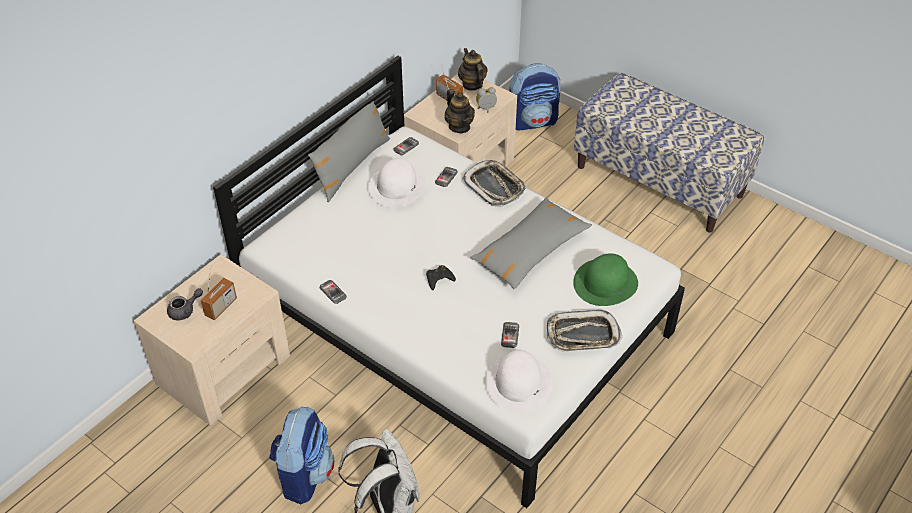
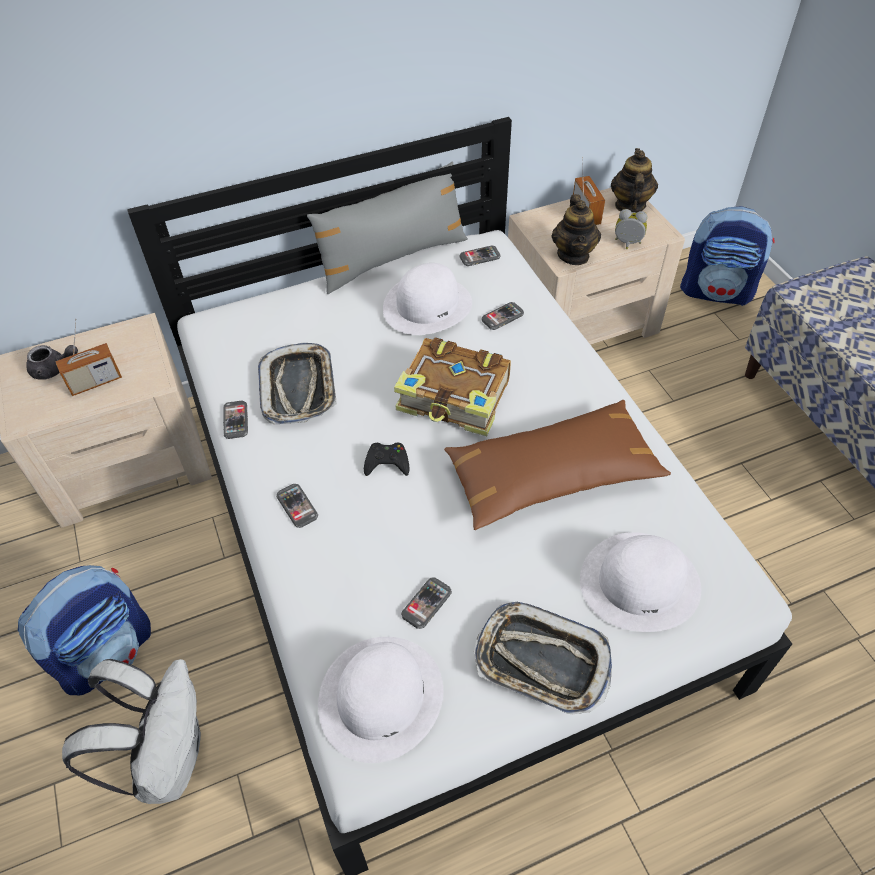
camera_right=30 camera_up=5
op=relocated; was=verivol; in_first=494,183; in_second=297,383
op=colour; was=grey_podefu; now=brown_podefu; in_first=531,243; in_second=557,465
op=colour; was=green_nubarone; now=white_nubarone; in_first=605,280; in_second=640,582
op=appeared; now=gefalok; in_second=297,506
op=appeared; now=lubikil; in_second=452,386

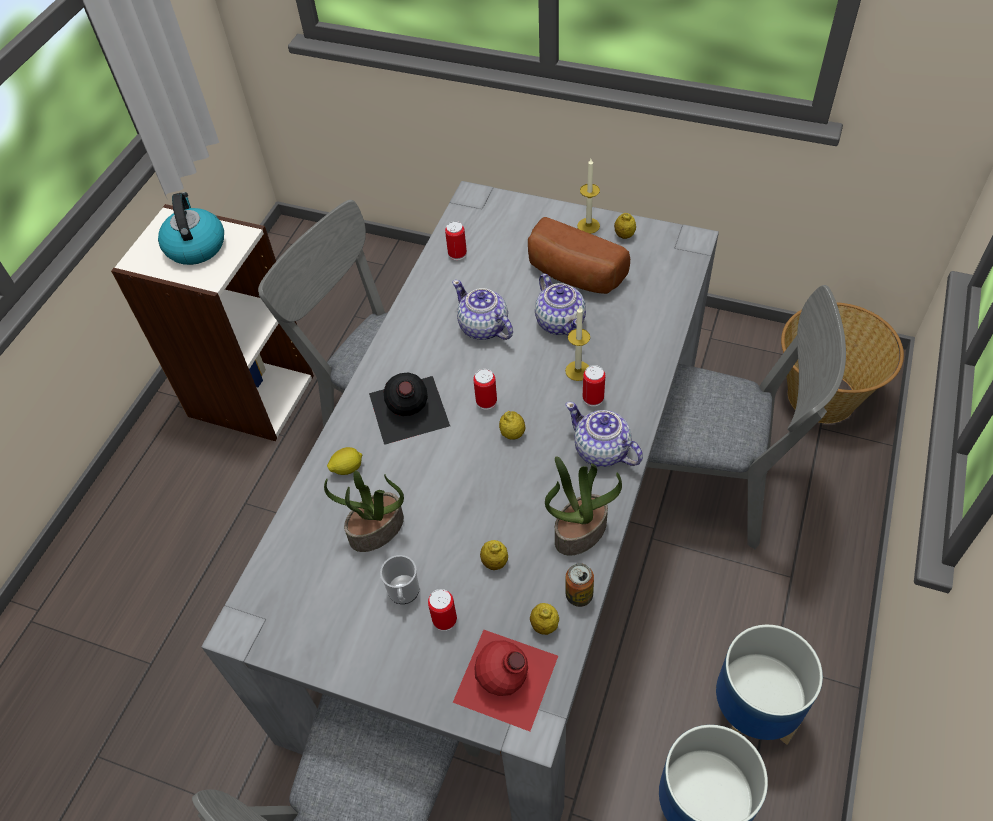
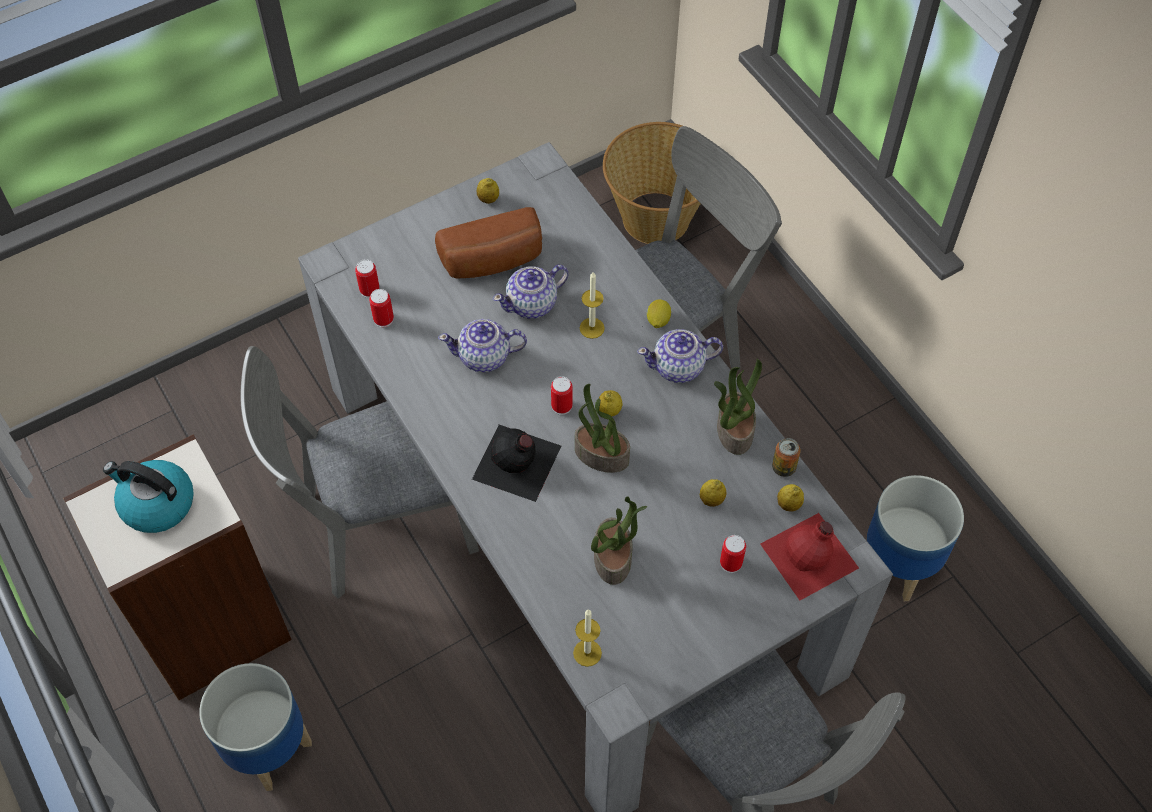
camera_right=-55 camera_up=5
op=relocated; was=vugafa; in_first=344,461; in_second=659,313
op=missing; was=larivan; in_first=400,579
op=spun; was=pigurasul; in_first=560,304; in_second=531,291; clockwise=135
op=relocated; was=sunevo; in_first=588,196; in_second=587,638
op=relocated; was=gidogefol; in_first=594,386; in_second=367,278
op=relocated; was=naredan; in_first=769,684; in_second=255,727
op=appeared; now=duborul; in_second=602,428

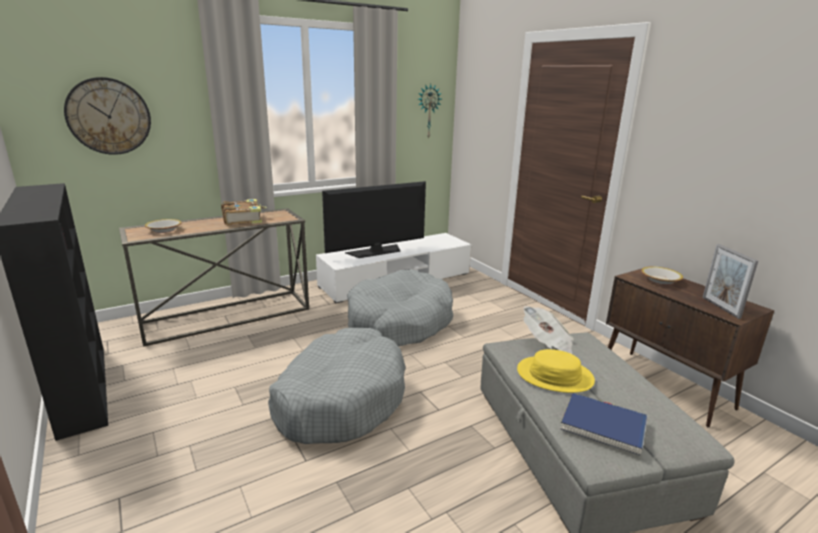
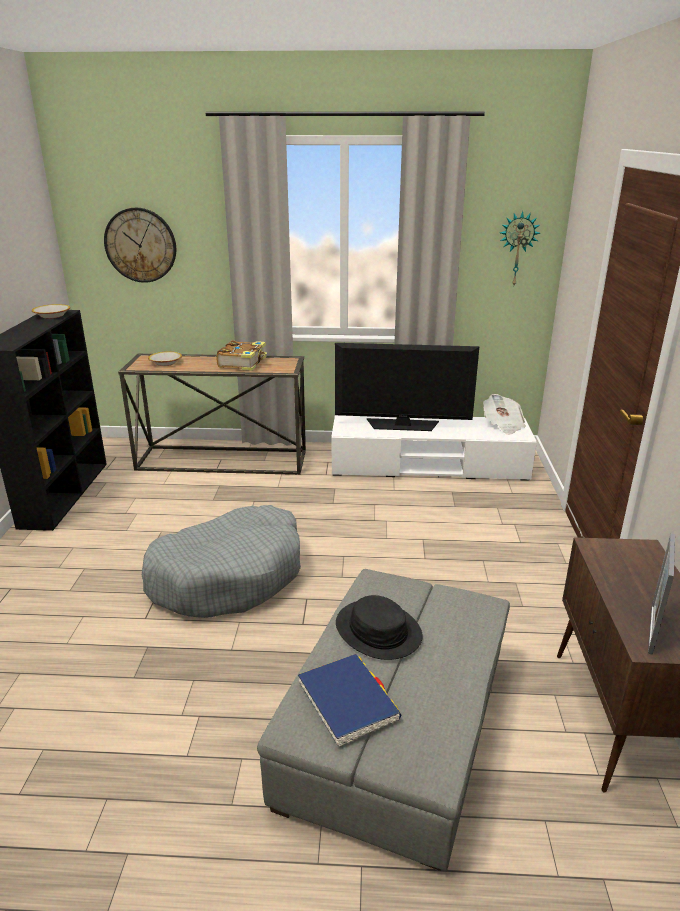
camera_right=35 camera_up=5
op=missing; was=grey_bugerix; in_first=400,307
op=colour; was=yellow_nubarone; now=black_nubarone; in_first=556,371; in_second=379,627
op=relocated; was=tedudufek; in_first=548,330; in_second=504,414
op=relocated; was=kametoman; in_first=662,275; in_second=51,311

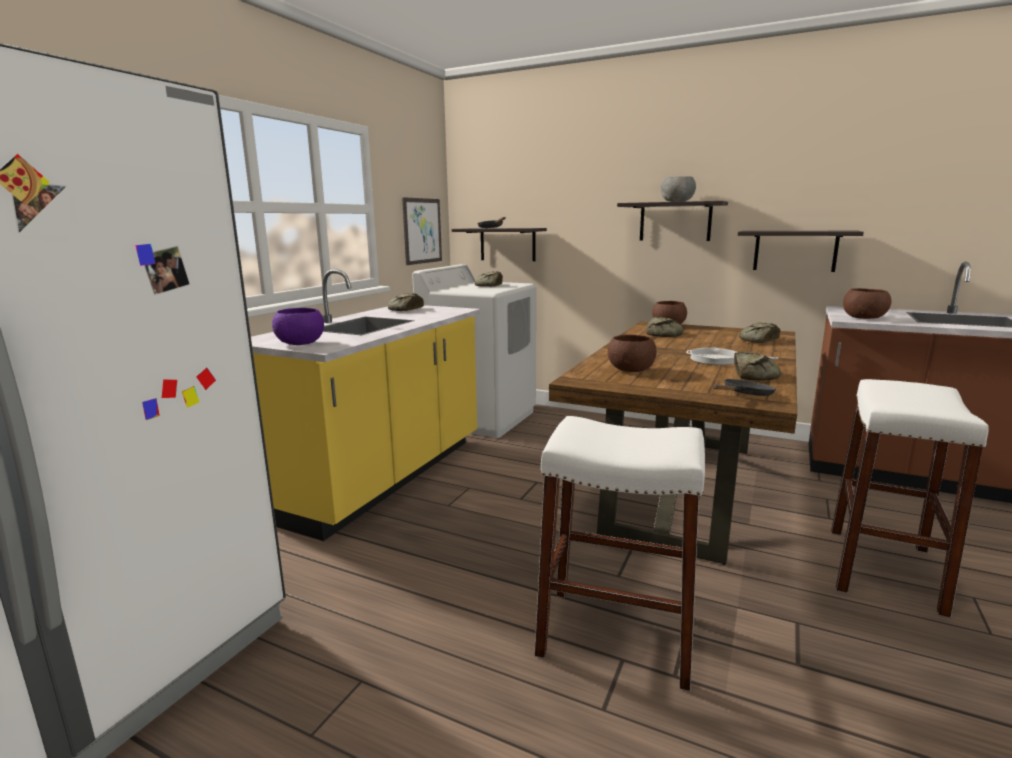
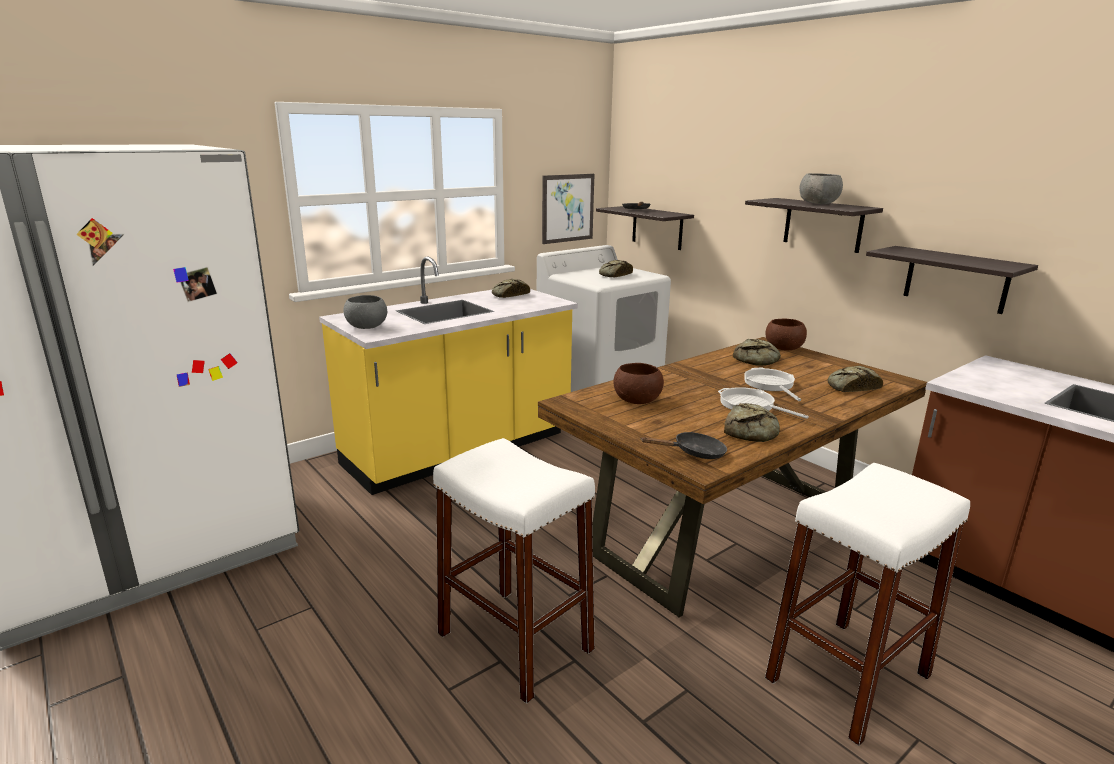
camera_right=25 camera_up=5
op=colour; was=purple_kametoman; now=grey_kametoman; in_first=298,326; in_second=365,312
op=missing; was=brown_kametoman; in_first=867,303
op=appeared; now=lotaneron; in_second=772,384

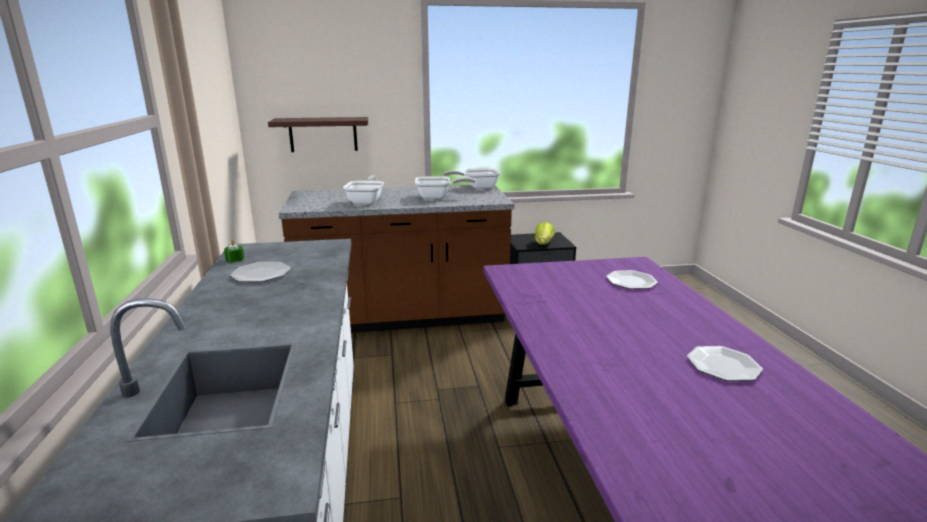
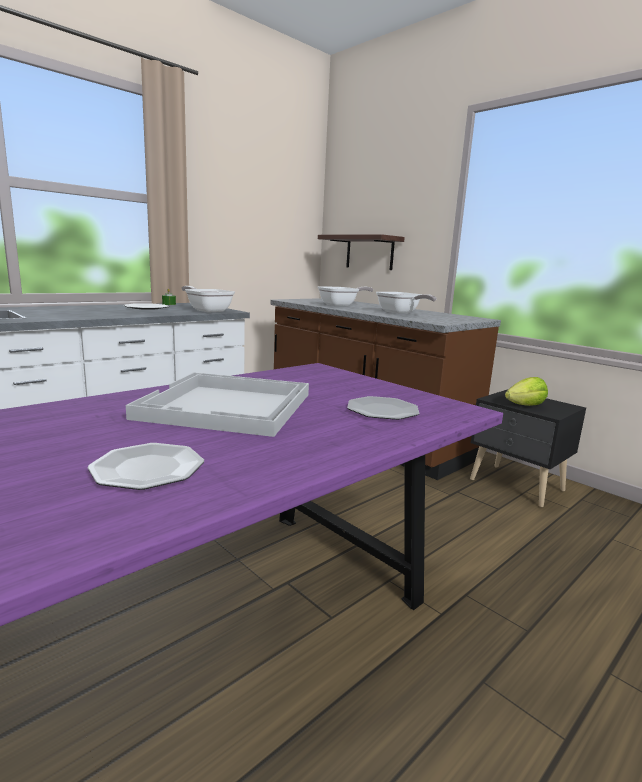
camera_right=55 camera_up=-5
op=relocated; was=lotaneron; in_first=471,178; in_second=208,299
op=appeared; now=white_verivol; in_second=217,404

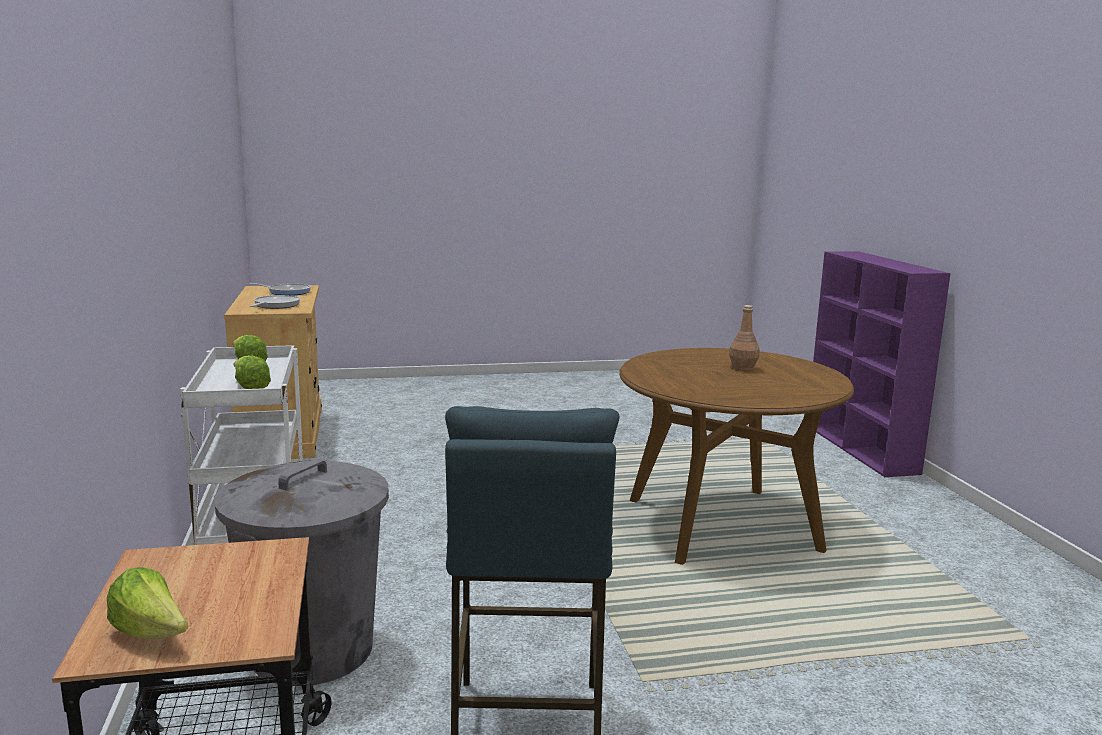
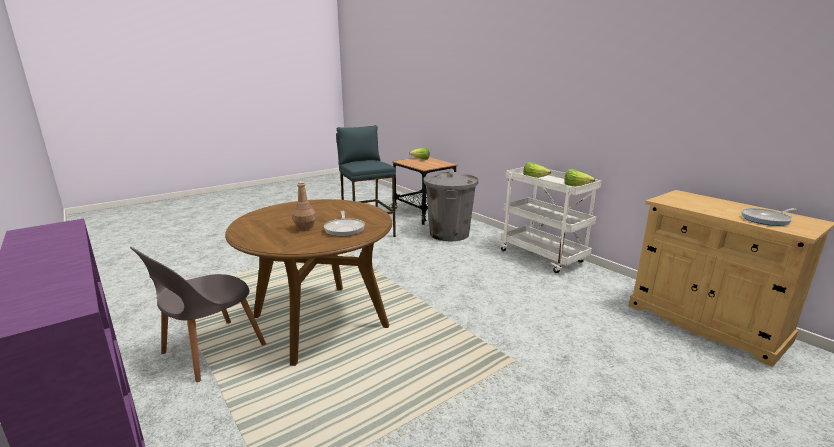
camera_right=155 camera_up=5
op=relocated; was=lotaneron; in_first=275,302; in_second=344,223
op=appeared; now=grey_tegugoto; in_second=198,314

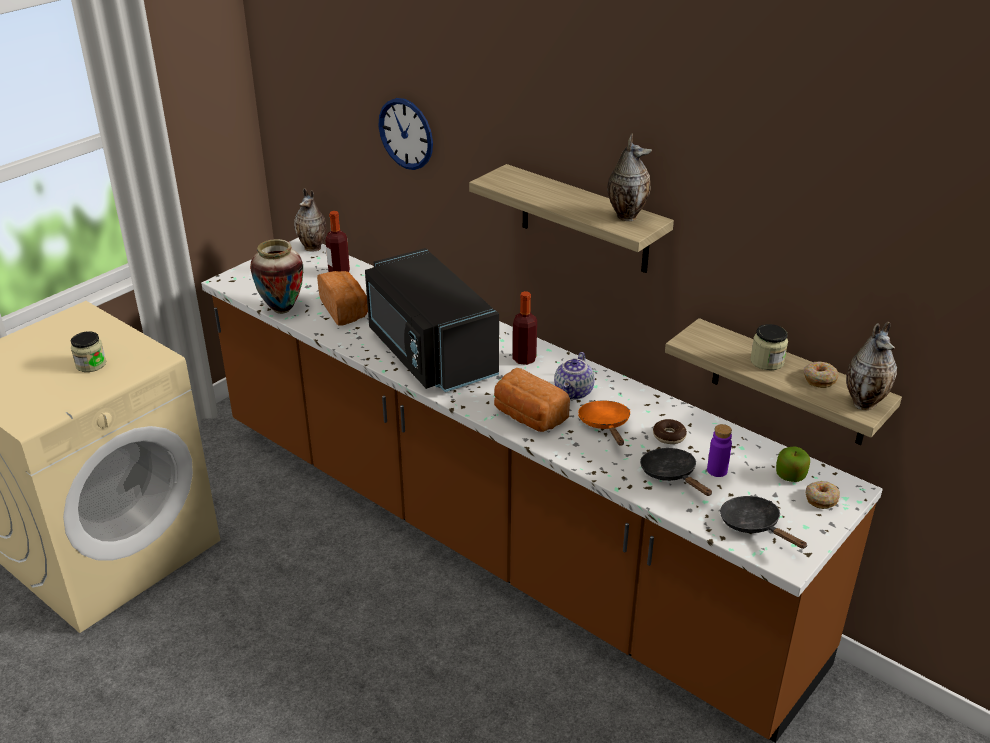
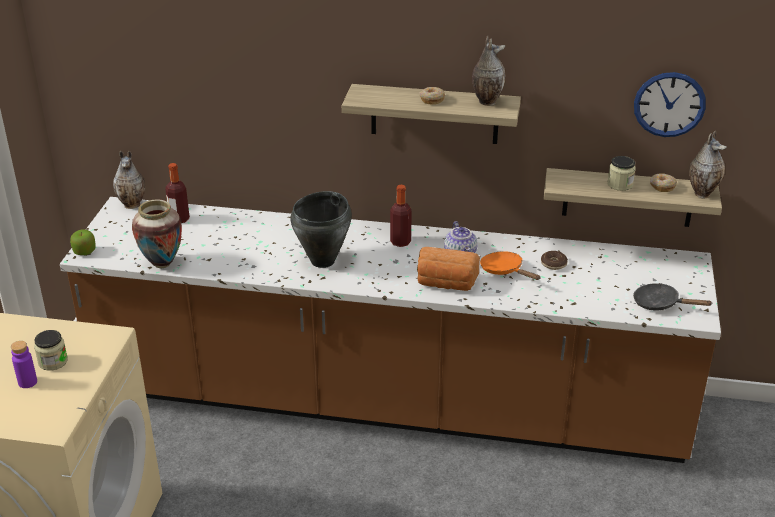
camera_right=-30 camera_up=0
op=missing; was=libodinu; in_first=342,298
op=exchanged; was=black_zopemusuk; now=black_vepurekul; in_first=432,320; in_second=321,229
op=relocated; was=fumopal; in_first=405,134; in_second=670,104
op=missing; was=black_lotaneron; in_first=676,472
op=relocated; was=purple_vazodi; in_first=719,450; in_second=24,364
op=relocated; was=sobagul; in_first=793,464; in_second=83,242
op=relocated; was=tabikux; in_first=823,495; in_second=432,96

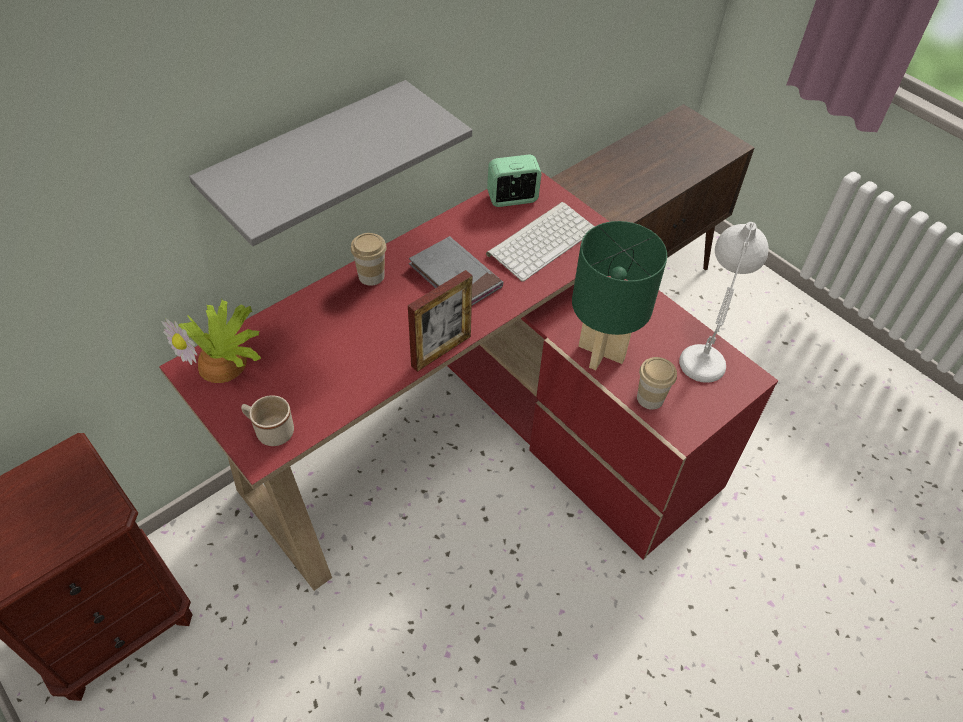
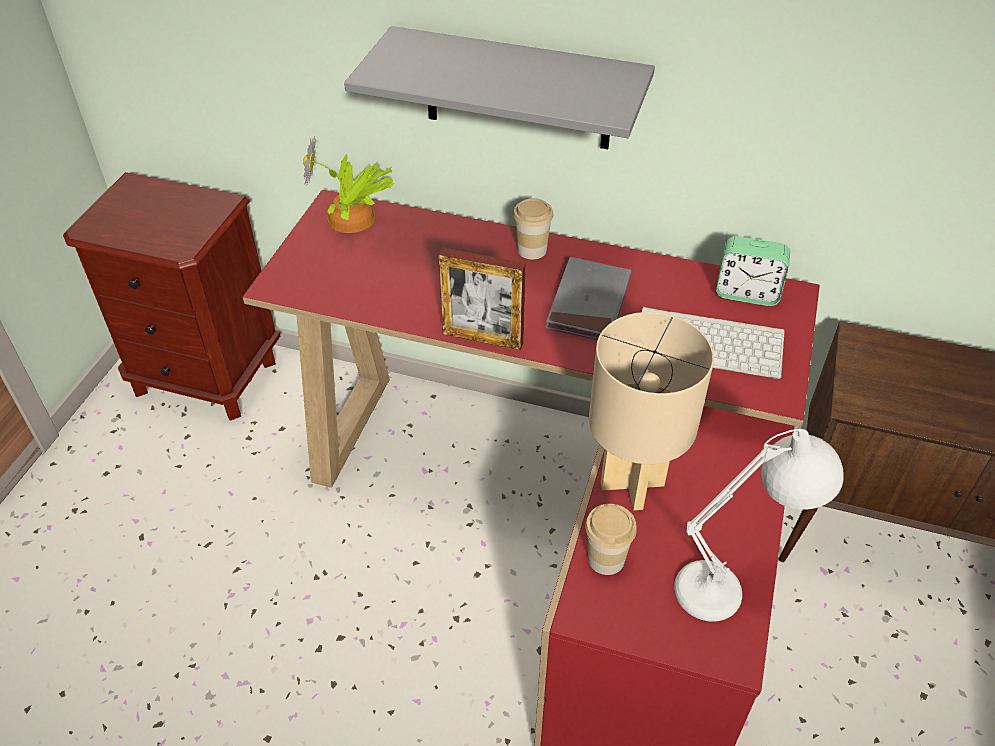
camera_right=60 camera_up=-5
op=missing; was=beige_larivan; in_first=267,420
op=spun; was=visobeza; in_first=514,180; in_second=753,271; clockwise=150
op=colour; was=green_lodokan; now=beige_lodokan; in_first=619,295; in_second=651,411

